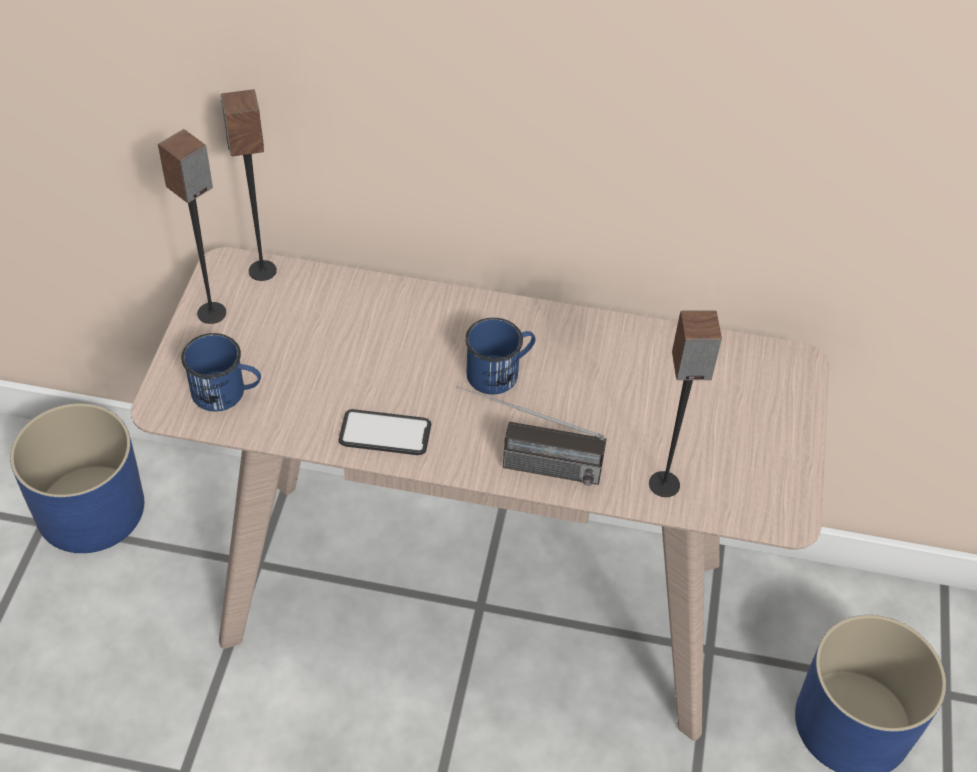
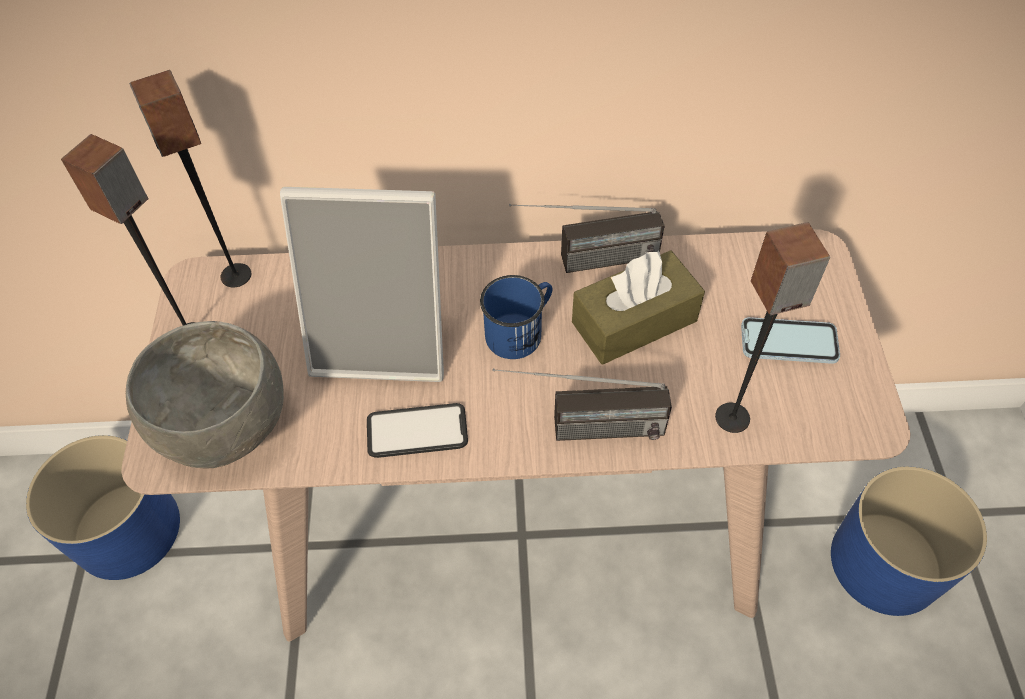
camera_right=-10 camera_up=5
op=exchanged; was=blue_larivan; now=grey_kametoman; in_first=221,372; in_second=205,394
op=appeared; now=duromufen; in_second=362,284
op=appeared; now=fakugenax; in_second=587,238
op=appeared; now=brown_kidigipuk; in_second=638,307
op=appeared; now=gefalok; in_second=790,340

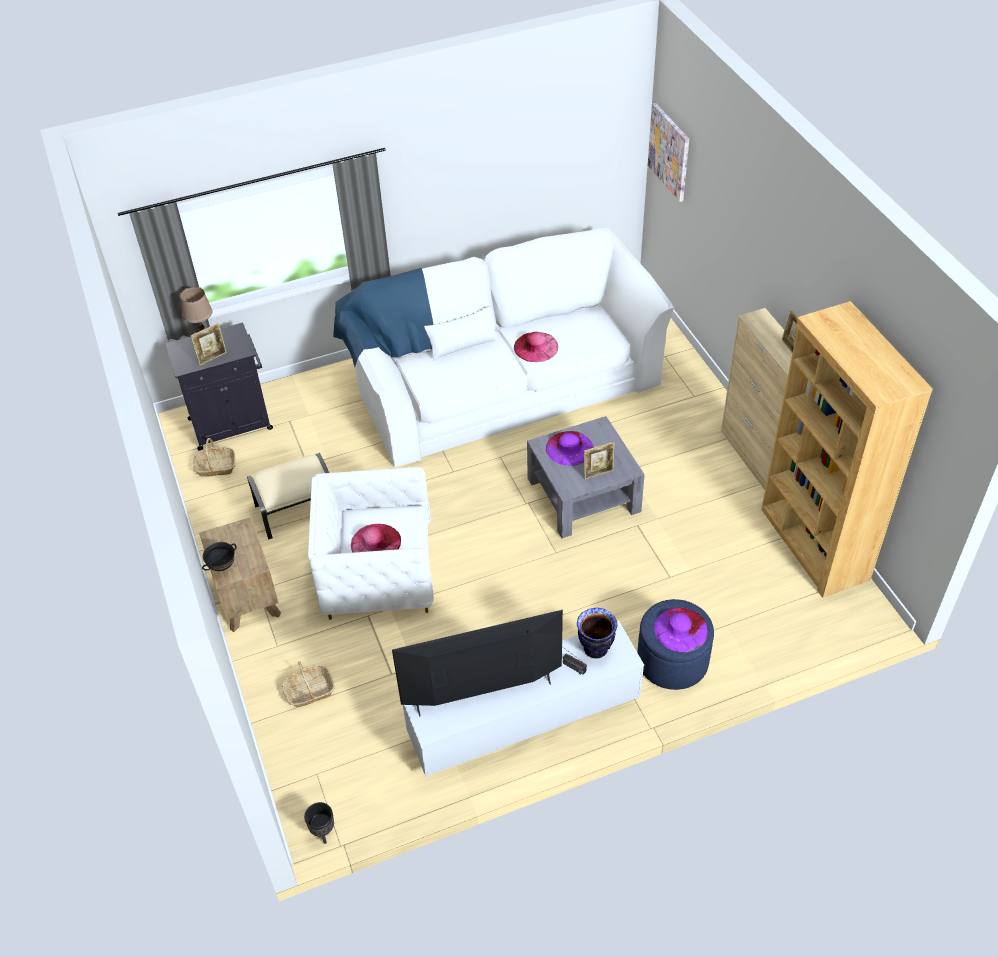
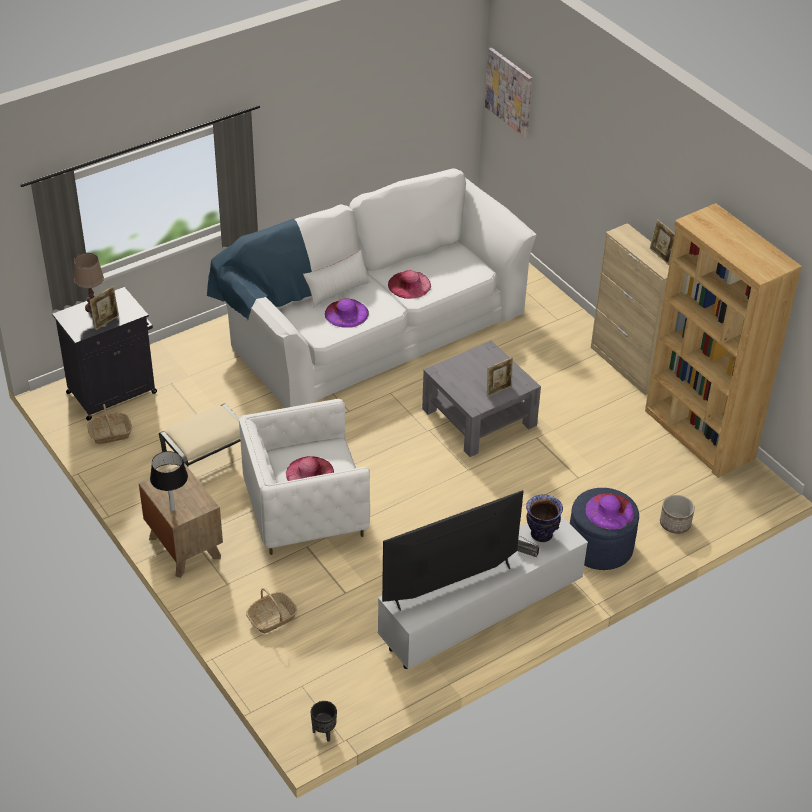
camera_right=-15 camera_up=-5
op=exchanged; was=black_kametoman; now=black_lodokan; in_first=219,556; in_second=169,481
op=relocated; was=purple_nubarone; in_first=570,448; in_second=347,313
op=appeared; now=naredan; in_second=677,514

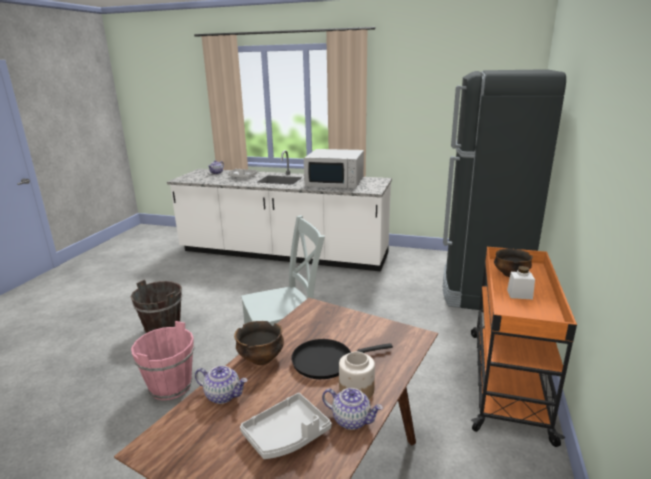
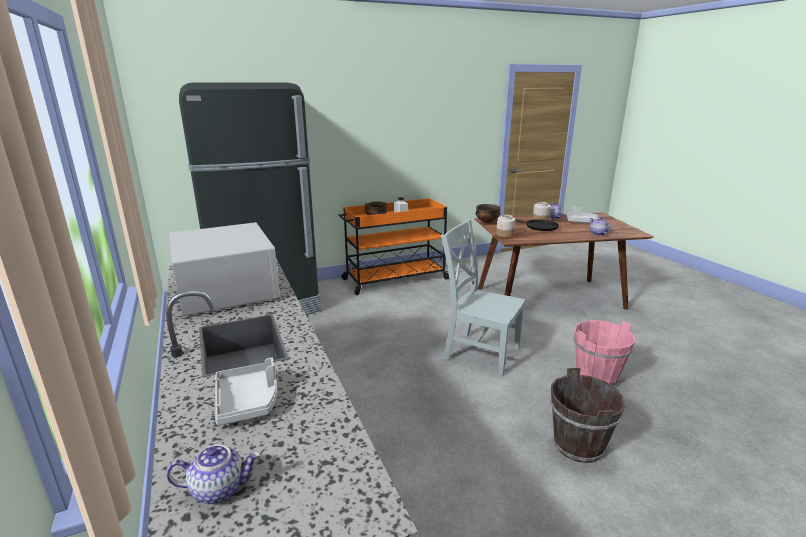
camera_right=-130 camera_up=0
op=relocated; was=kametoman; in_first=259,343; in_second=488,213
op=appeared; now=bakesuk; in_second=505,226

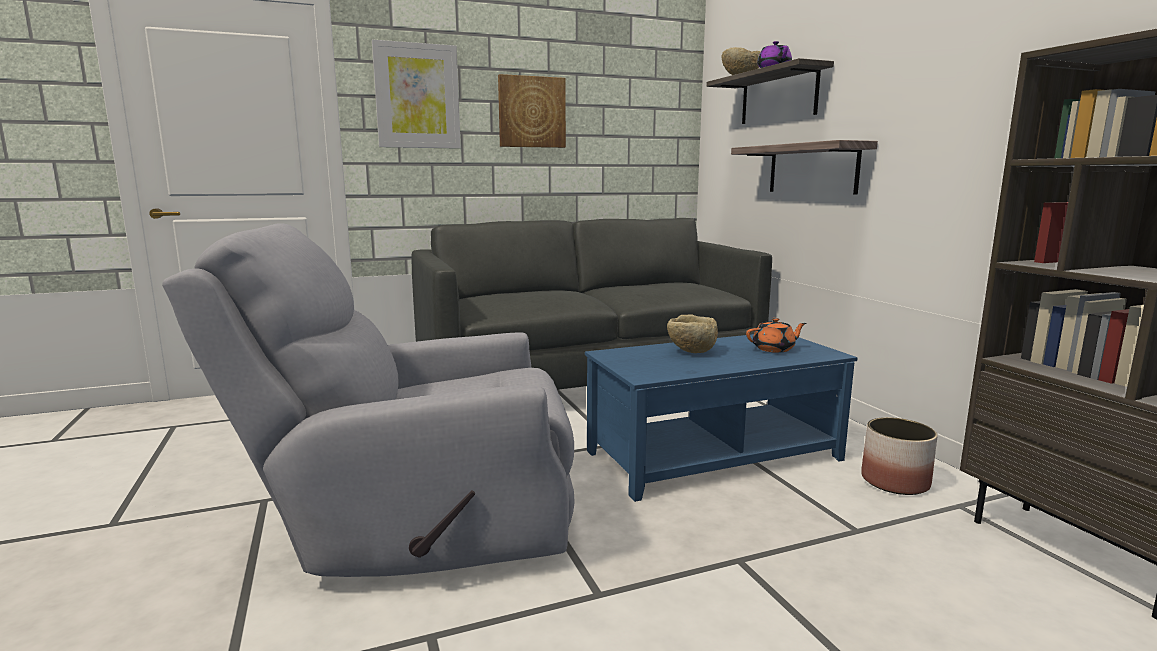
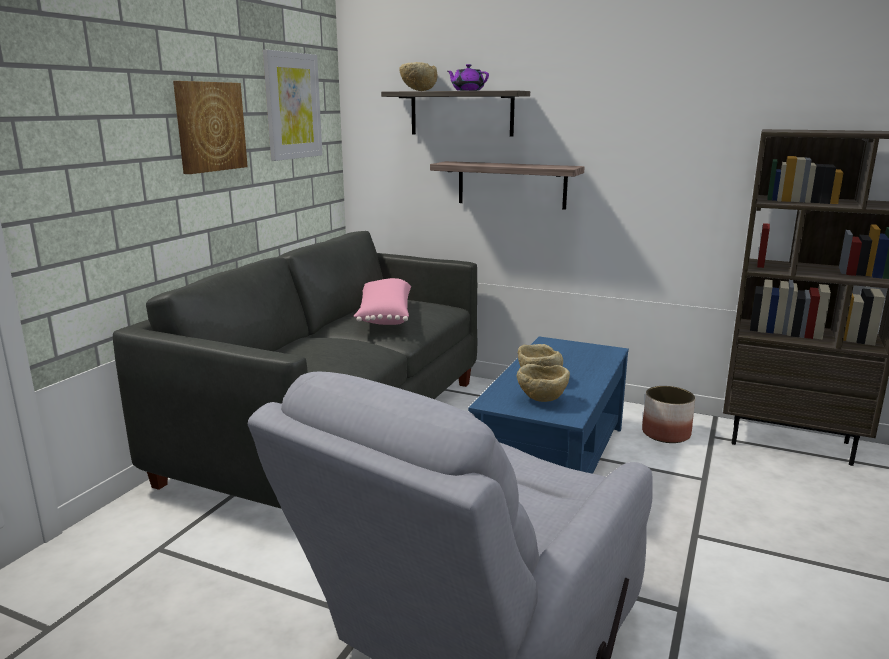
camera_right=-45 camera_up=5
op=relocated; was=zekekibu; in_first=416,94; in_second=292,105
op=missing; was=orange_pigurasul; in_first=776,335
op=appeared; now=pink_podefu; in_second=382,301
op=appeared; now=beige_kametoman; in_second=543,383

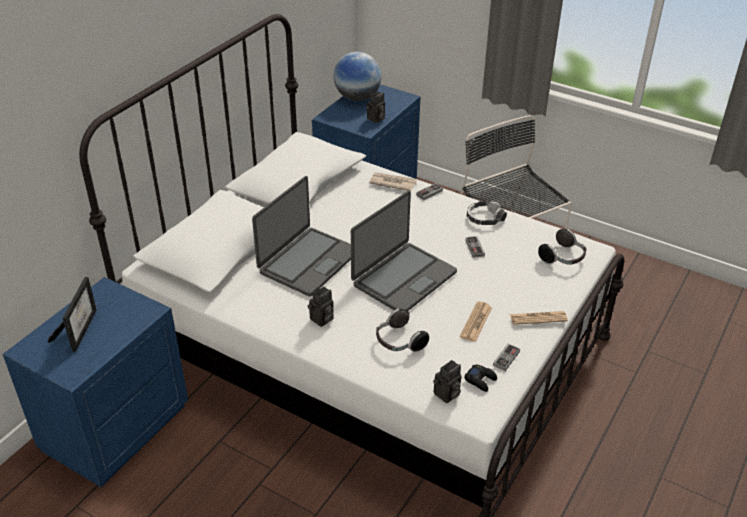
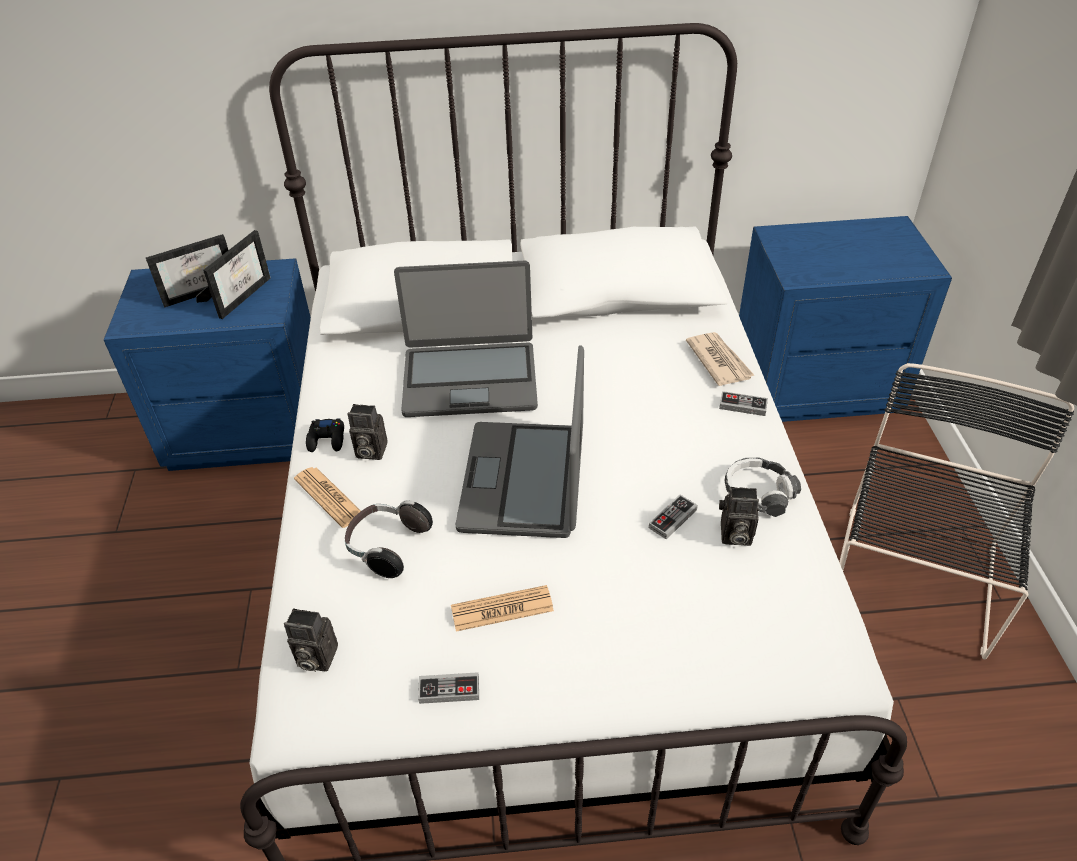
camera_right=55 camera_up=5
op=missing; was=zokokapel; in_first=357,76
op=spun; was=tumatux; in_first=404,251; in_second=519,441; clockwise=90
op=relocated; was=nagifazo; in_first=375,107; in_second=739,516
op=relocated; was=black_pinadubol; in_first=480,378; in_second=325,435
op=relocated; was=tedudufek; in_first=539,318; in_second=327,497
op=missing; was=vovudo; in_first=562,247
op=appeared; now=duromufen; in_second=233,274

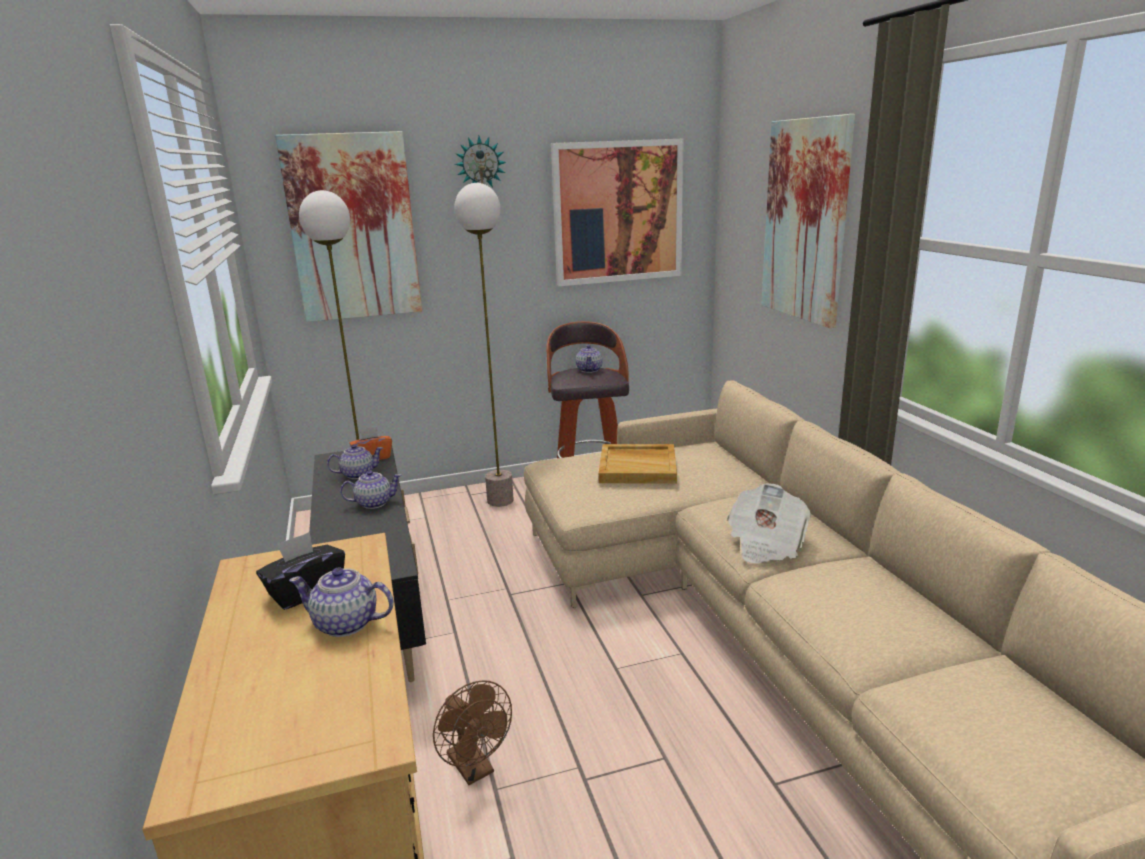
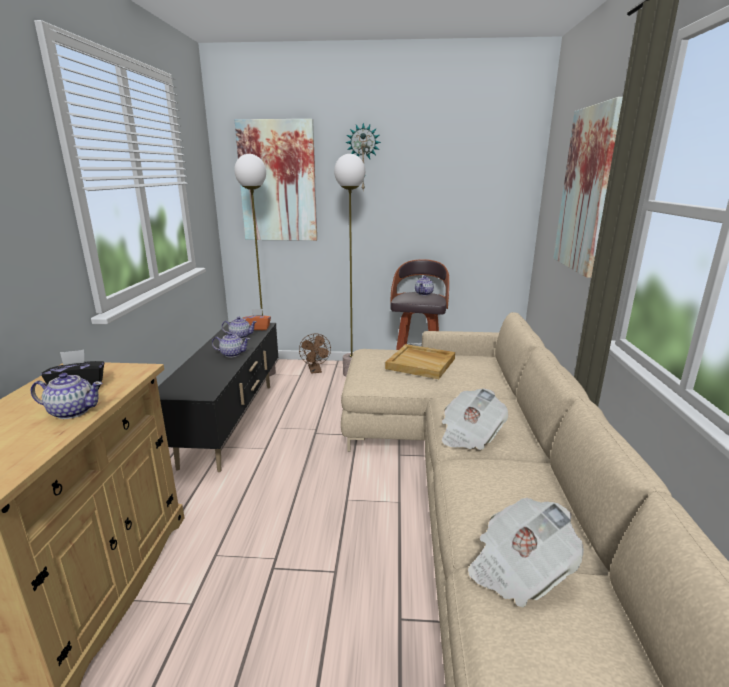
camera_right=20 camera_up=0
op=spun; was=pigurasul; in_first=341,602; in_second=66,396; clockwise=150
op=relocated; was=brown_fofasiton; in_first=472,732; in_second=315,353
op=missing; was=zekekibu; in_first=617,212
op=appeared; now=tedudufek; in_second=526,553

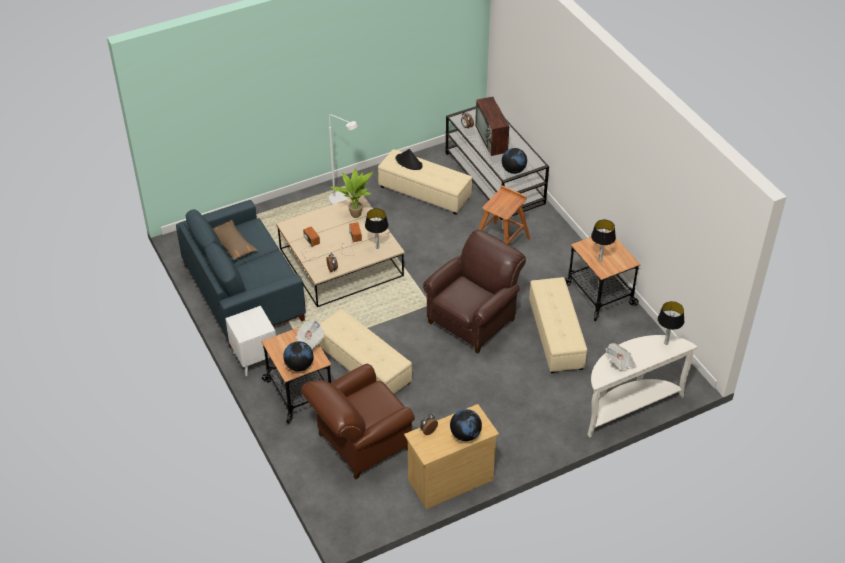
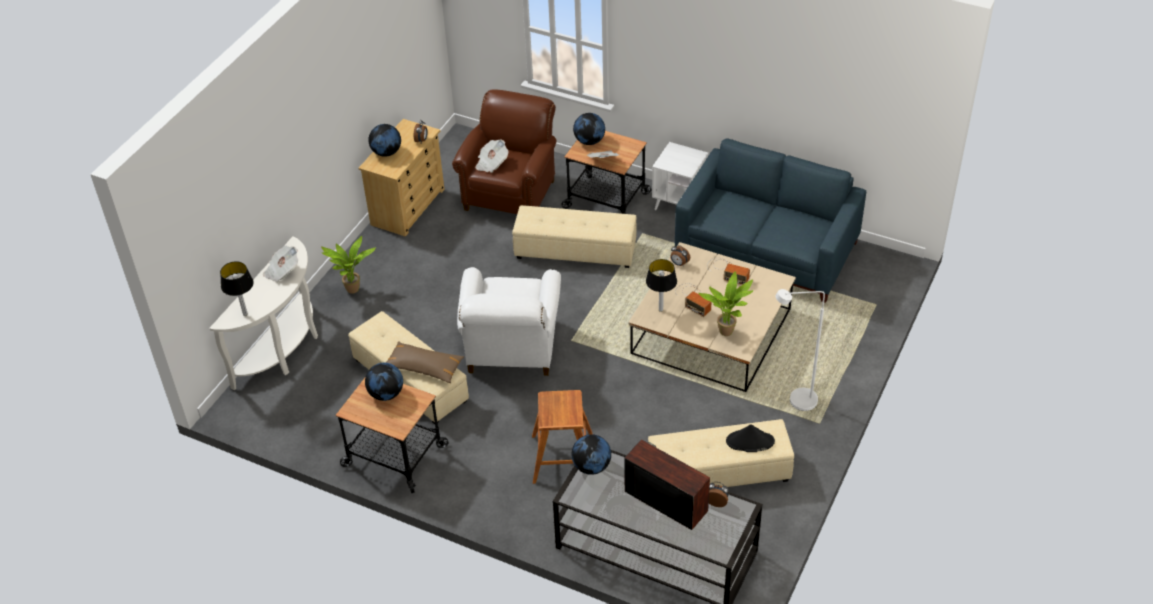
camera_right=145 camera_up=0
op=relocated; was=brown_podefu; in_first=235,240; in_second=425,362
op=colour; was=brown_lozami; now=white_lozami; in_first=474,292; in_second=509,321
op=exchanged; was=lodokan; now=zokokapel; in_first=603,240; in_second=384,382
op=appeared; now=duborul; in_second=348,265
op=appeared; now=tedudufek; in_second=491,156

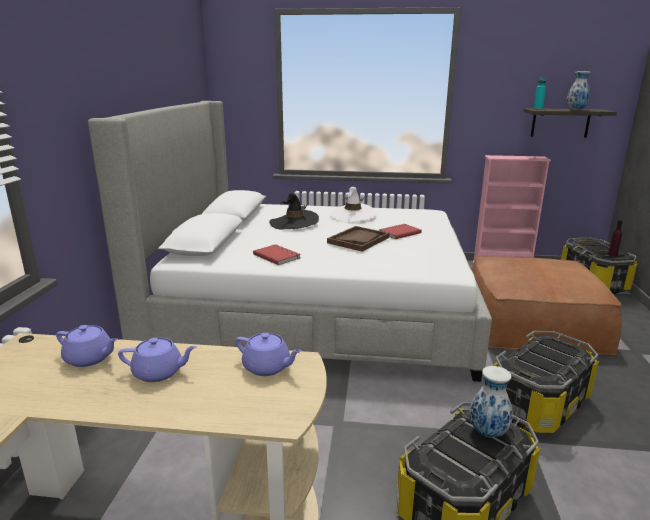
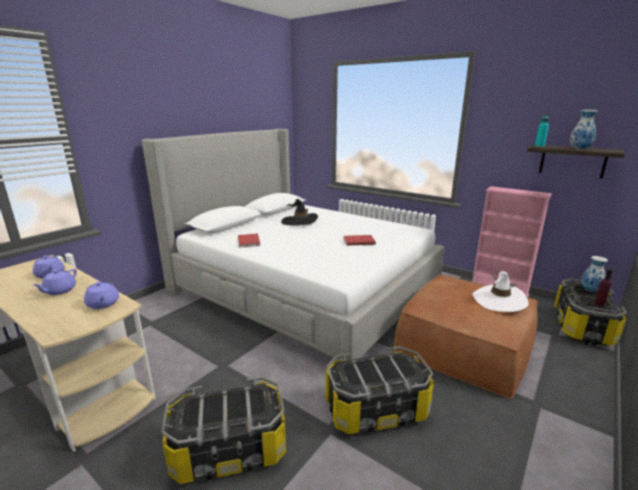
camera_right=30 camera_up=0
op=spun; was=purple_pigurasul; in_first=157,360; in_second=54,282; clockwise=75
op=missing; was=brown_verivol; in_first=358,239
op=relocated; was=white_nubarone; in_first=353,204; in_second=500,291
op=relocated; was=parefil; in_first=491,402; in_second=594,274

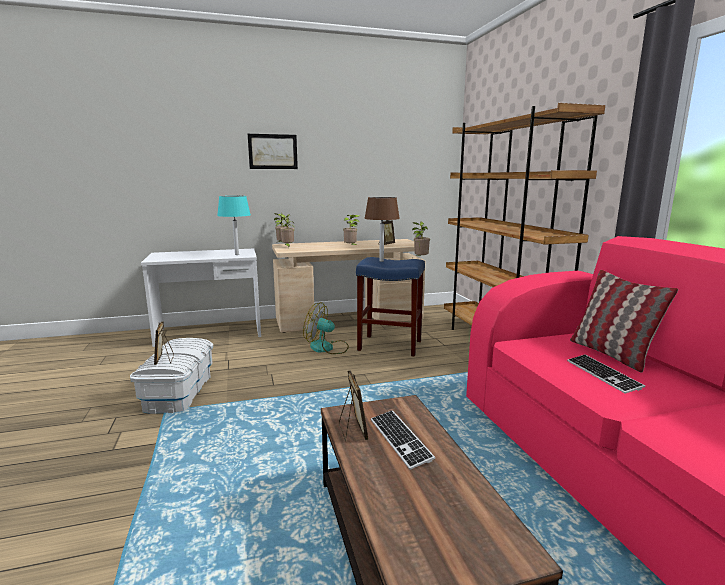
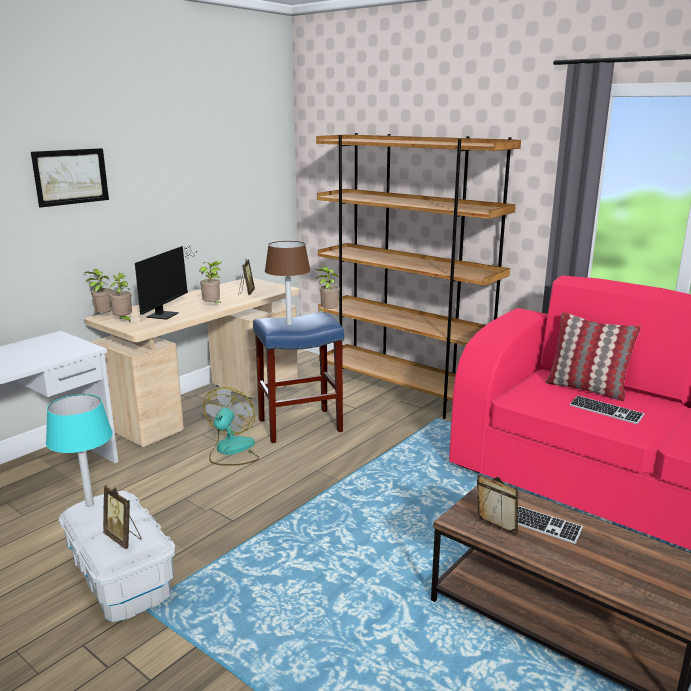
camera_right=-35 camera_up=5
op=relocated; was=turquoise_lodokan; in_first=234,225; in_second=79,450
op=spun; was=fofasiton; in_first=326,328; in_second=231,426; clockwise=120
op=appeared; now=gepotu; in_second=166,283

